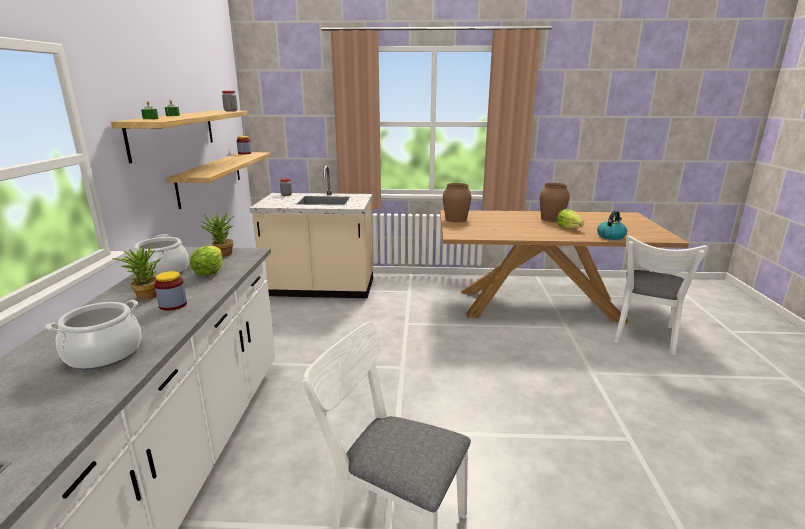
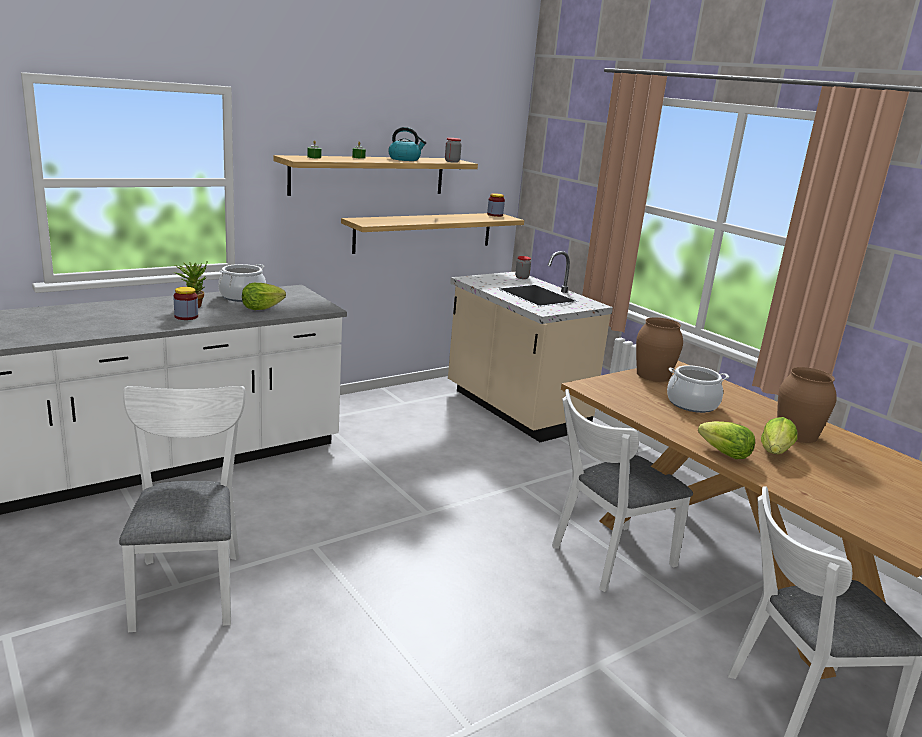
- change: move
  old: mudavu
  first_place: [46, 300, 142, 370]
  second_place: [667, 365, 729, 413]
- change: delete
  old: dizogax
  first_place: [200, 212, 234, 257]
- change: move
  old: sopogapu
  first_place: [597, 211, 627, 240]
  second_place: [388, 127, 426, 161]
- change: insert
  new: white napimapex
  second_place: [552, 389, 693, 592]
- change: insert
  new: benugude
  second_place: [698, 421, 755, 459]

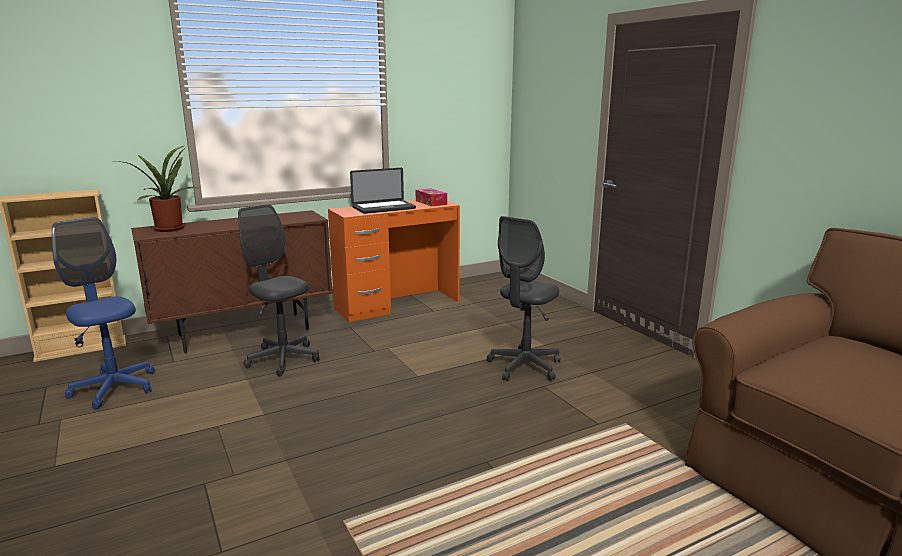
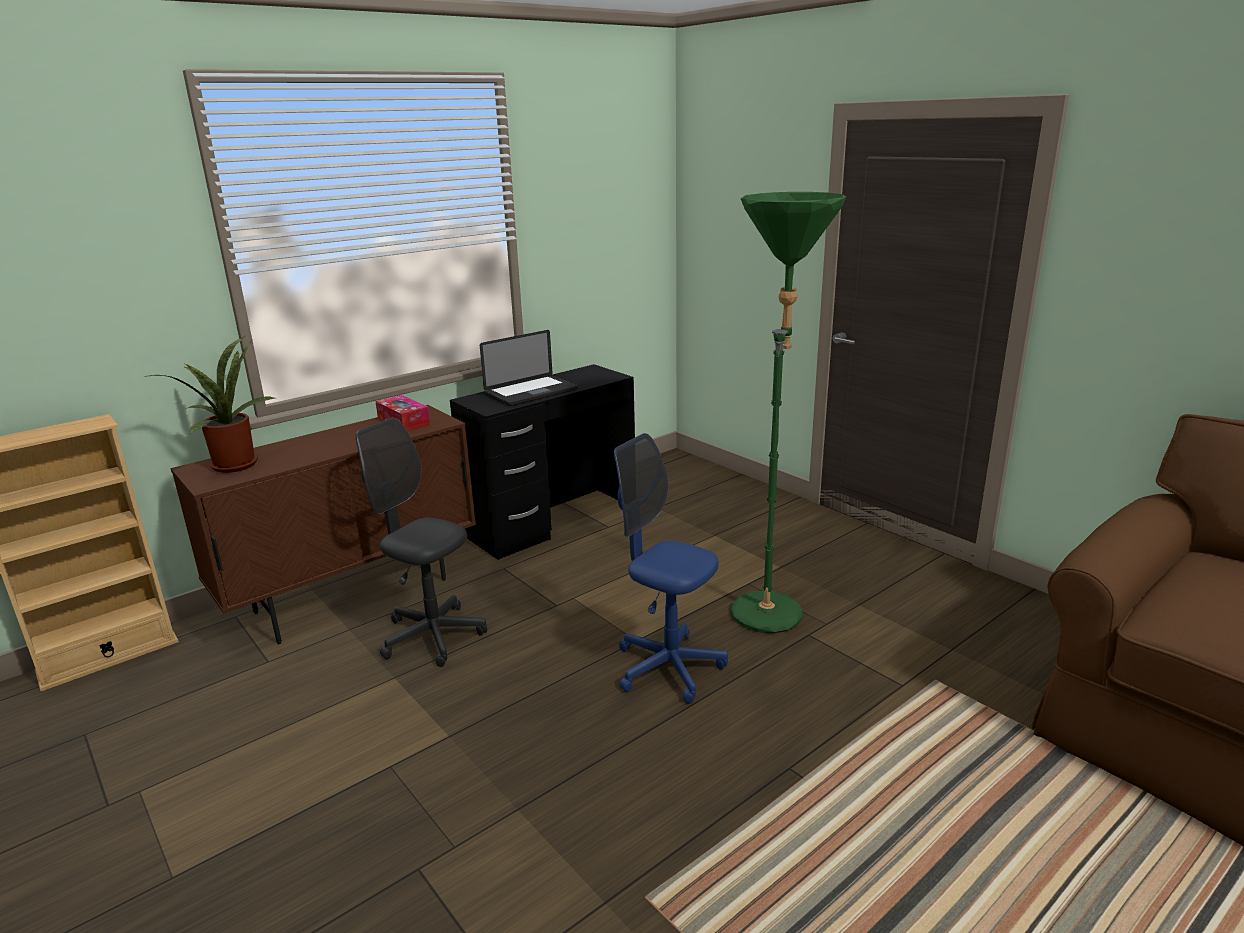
- change: move
  old: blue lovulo
  first_place: [52, 217, 155, 410]
  second_place: [614, 433, 728, 704]
- change: recolor
  old: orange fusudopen
  new: black fusudopen
  first_place: [328, 200, 460, 322]
  second_place: [450, 364, 635, 560]
- change: move
  old: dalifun
  first_place: [416, 188, 447, 206]
  second_place: [375, 395, 430, 431]
- change: replace
  old: grey lovulo
  new: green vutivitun
  first_place: [487, 216, 560, 381]
  second_place: [731, 192, 846, 633]

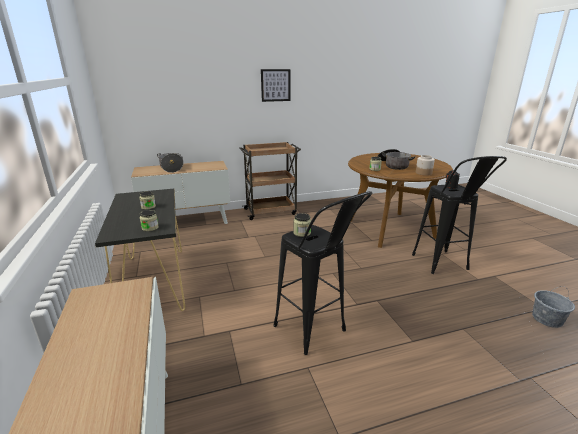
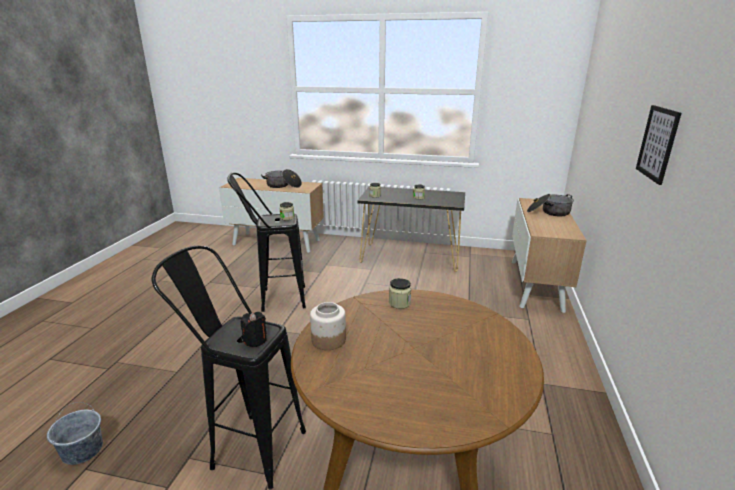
- change: delete
  old: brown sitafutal
  first_place: [239, 142, 301, 220]
- change: move
  old: mudavu
  first_place: [377, 149, 416, 170]
  second_place: [261, 169, 302, 188]

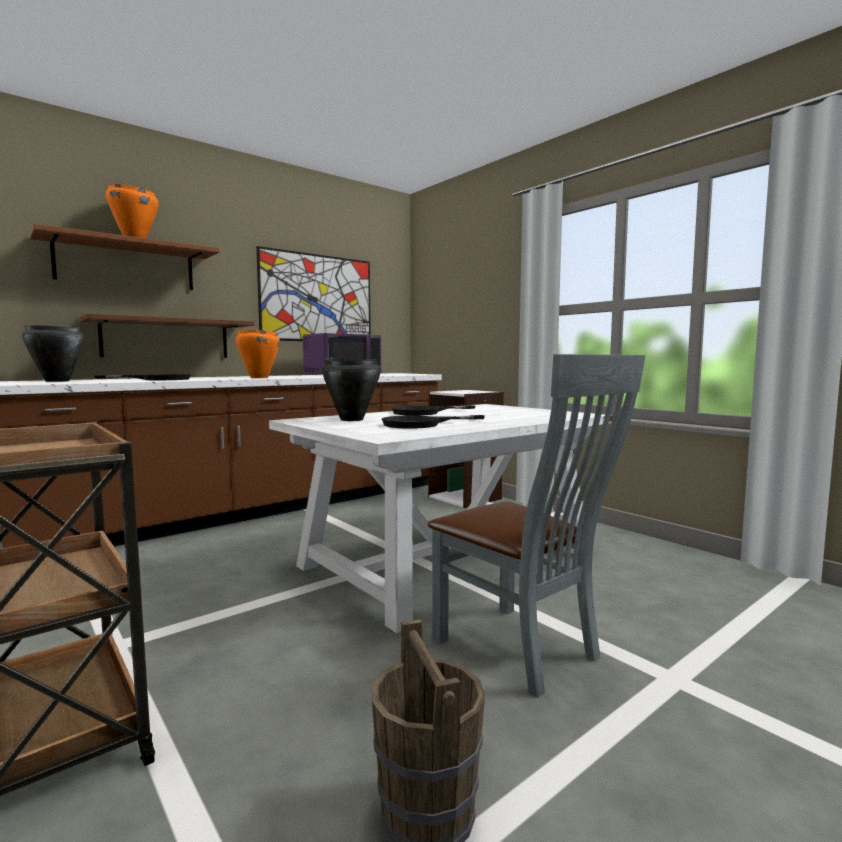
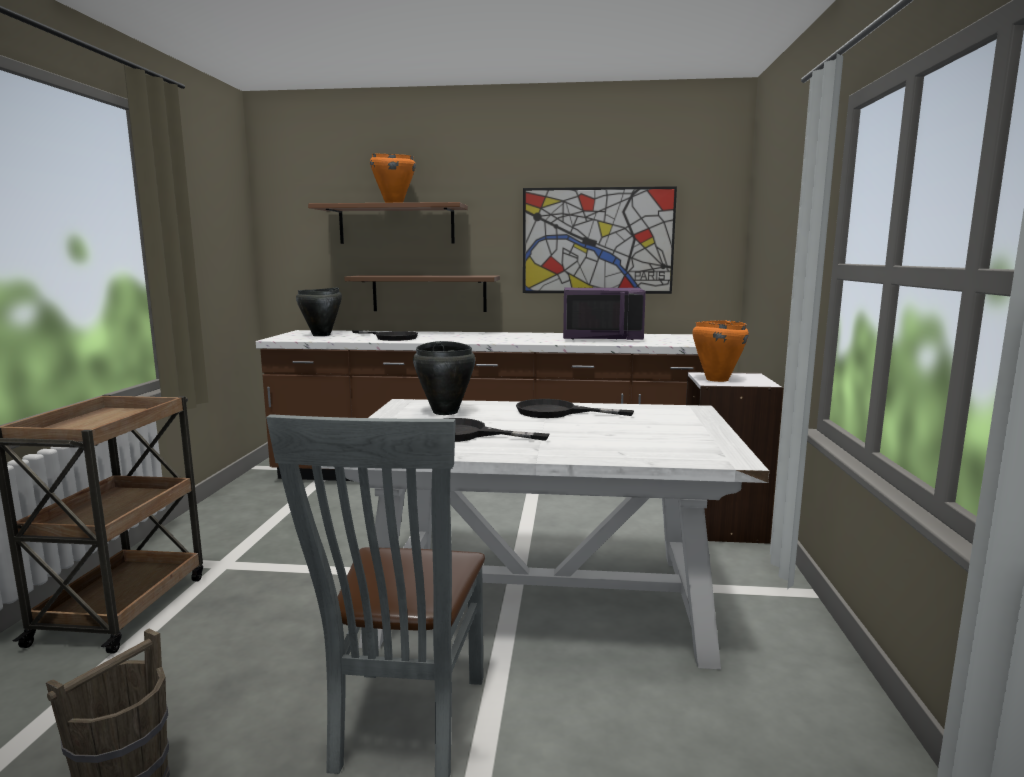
- change: move
  old: orange mudavu
  first_place: [236, 329, 280, 378]
  second_place: [693, 320, 749, 382]

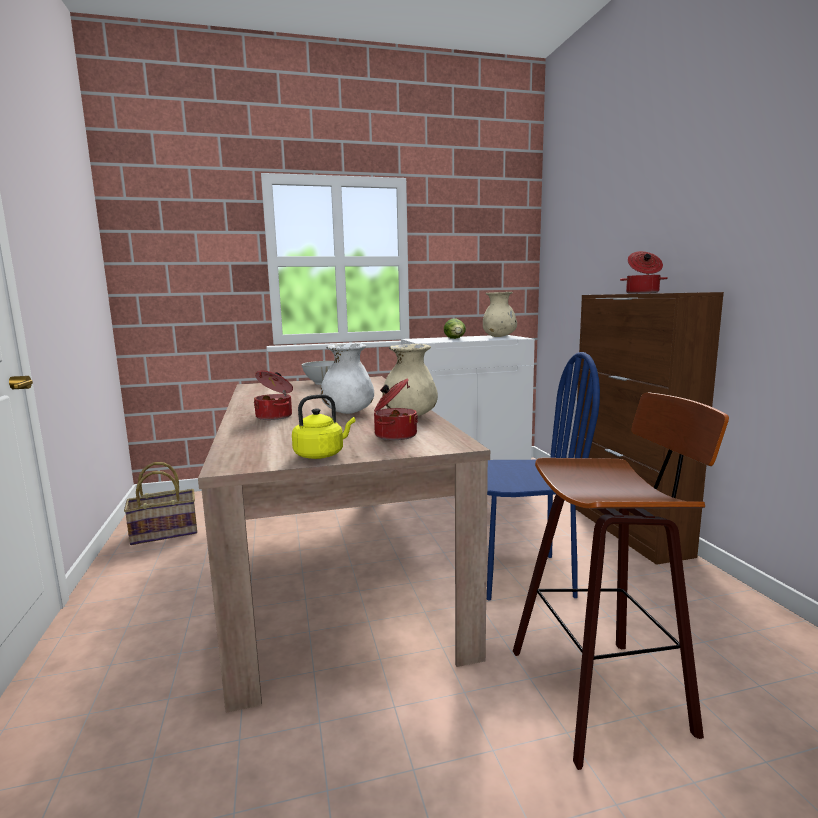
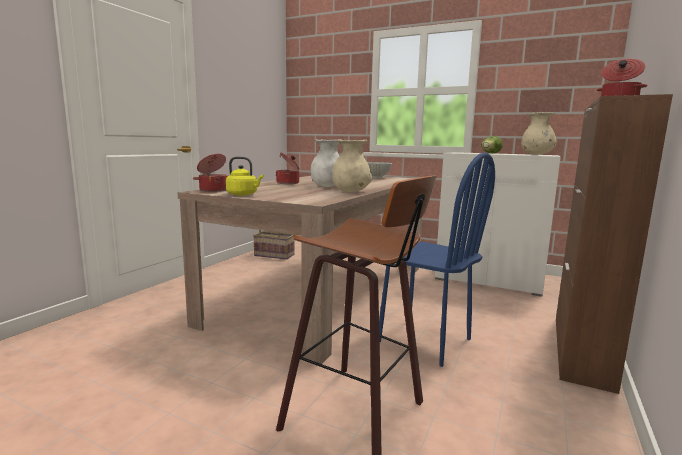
- change: move
  old: mudavu
  first_place: [374, 378, 418, 440]
  second_place: [193, 154, 227, 192]

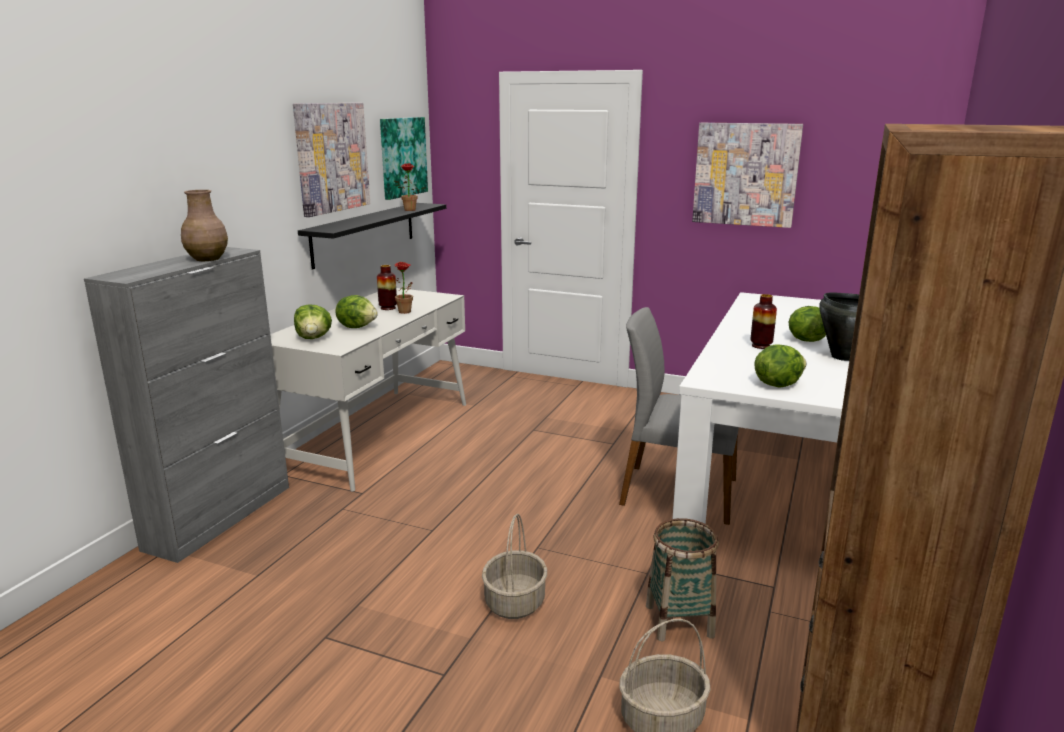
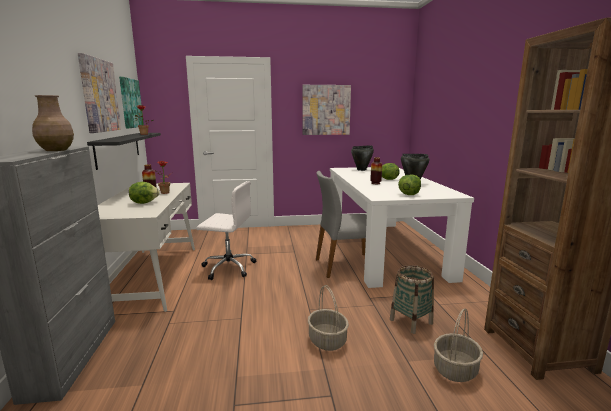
- change: delete
  old: benugude
  first_place: [294, 304, 332, 339]
- change: insert
  new: white lovulo
  second_place: [197, 181, 256, 280]
- change: insert
  new: black mudavu
  second_place: [351, 145, 374, 171]

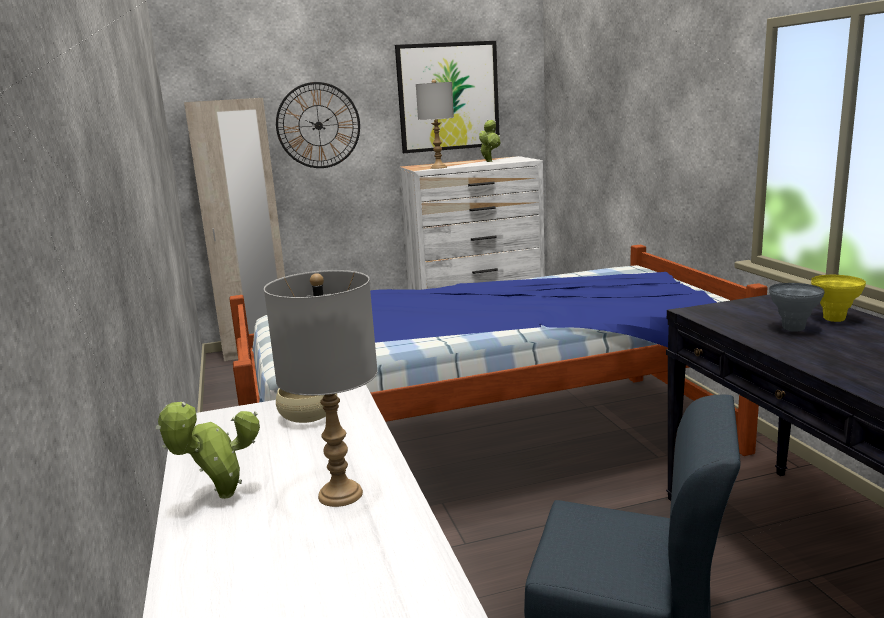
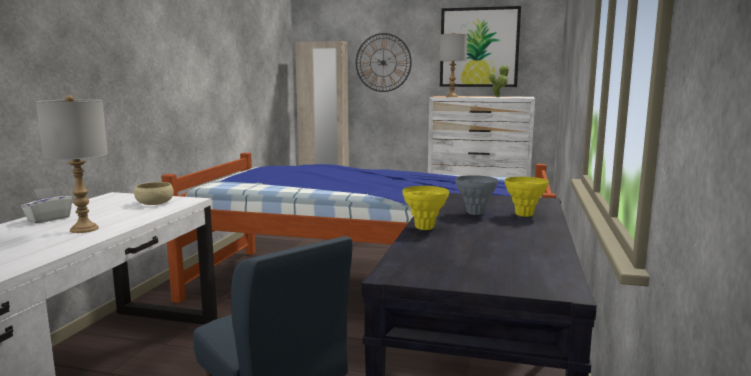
- change: replace
  old: dizogax
  new: white dalifun
  first_place: [156, 402, 260, 499]
  second_place: [21, 187, 73, 223]
- change: insert
  new: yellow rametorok
  second_place: [403, 186, 449, 230]

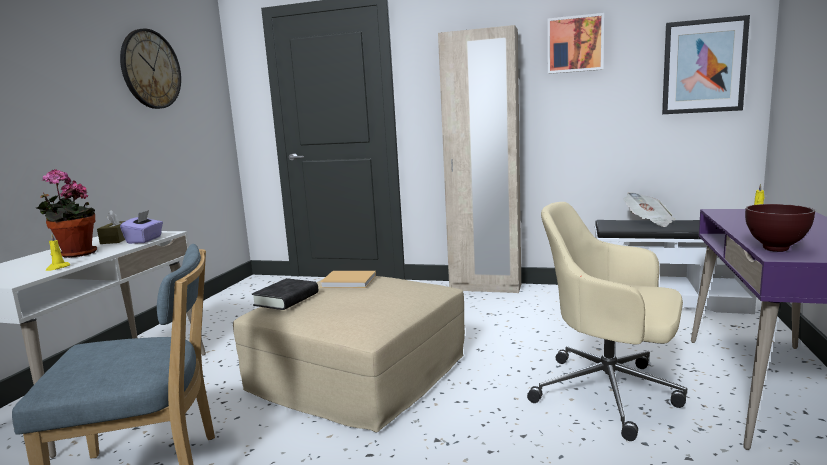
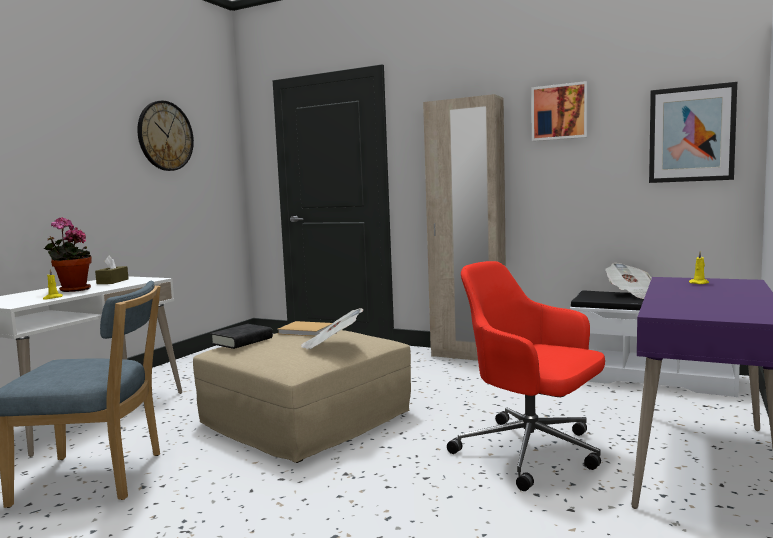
- change: delete
  old: purple dalifun
  first_place: [120, 210, 163, 244]
- change: recolor
  old: beige lovulo
  new: red lovulo
  first_place: [527, 202, 687, 441]
  second_place: [447, 261, 605, 491]
- change: delete
  old: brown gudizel
  first_place: [745, 204, 815, 252]
- change: insert
  new: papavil
  second_place: [301, 308, 363, 350]

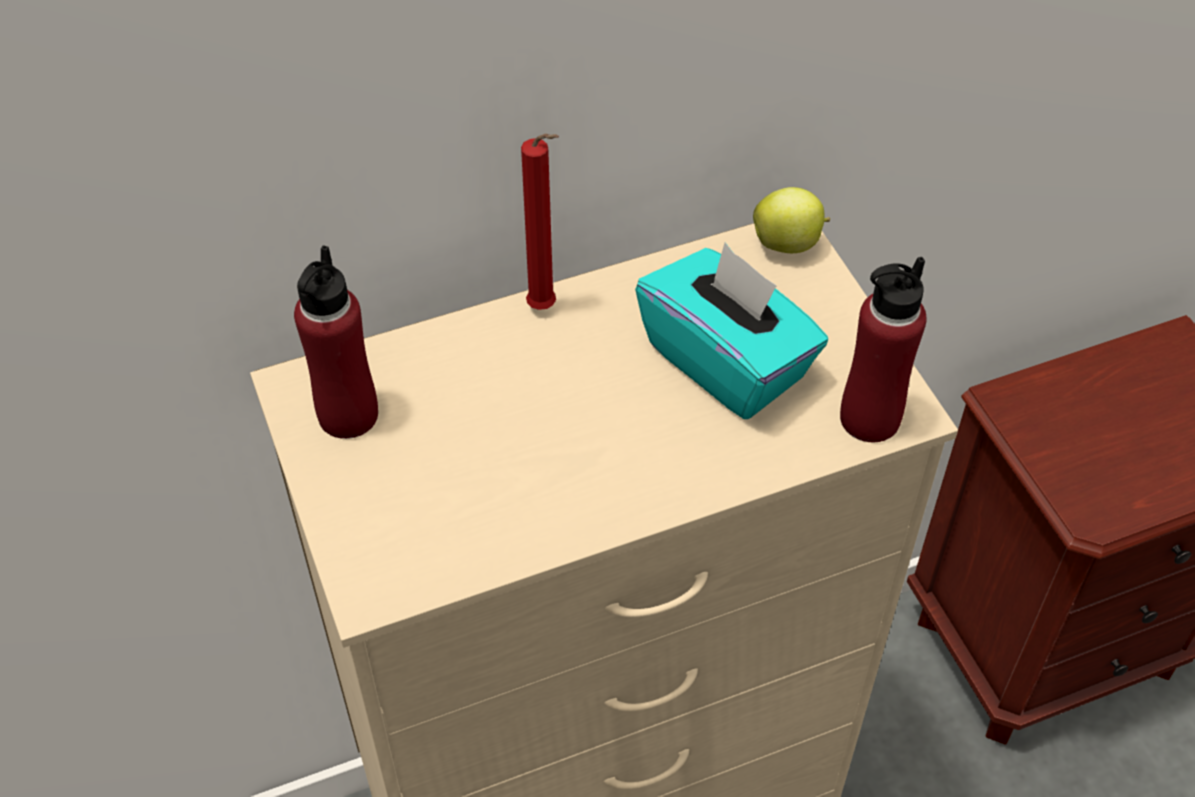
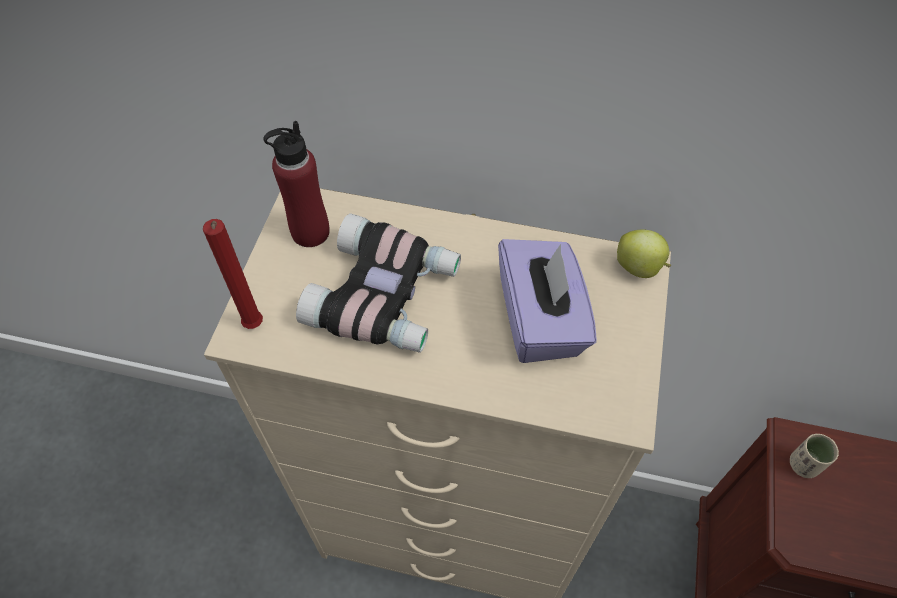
- change: move
  old: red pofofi
  first_place: [521, 134, 559, 310]
  second_place: [203, 219, 263, 329]
- change: recolor
  old: turquoise dalifun
  new: purple dalifun
  first_place: [635, 242, 828, 419]
  second_place: [498, 239, 597, 363]
- change: delete
  old: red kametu
  first_place: [840, 257, 927, 442]
- change: insert
  new: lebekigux
  second_place: [296, 213, 461, 353]
- change: insert
  new: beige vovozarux
  second_place: [790, 434, 839, 478]

